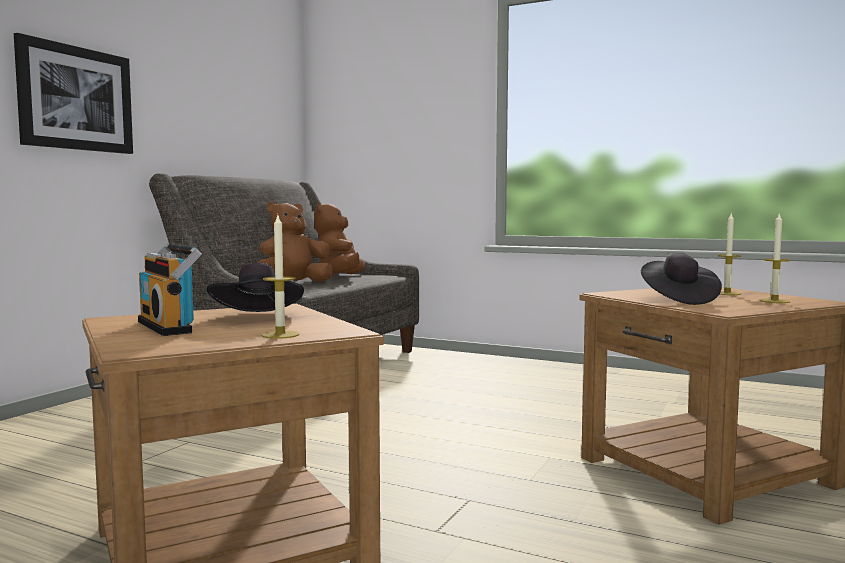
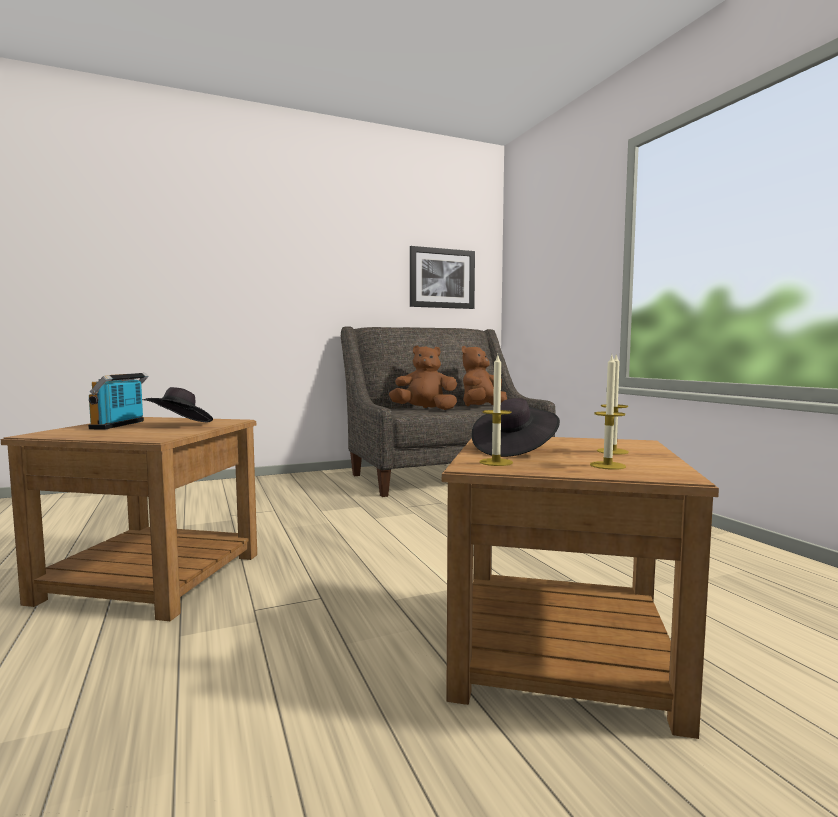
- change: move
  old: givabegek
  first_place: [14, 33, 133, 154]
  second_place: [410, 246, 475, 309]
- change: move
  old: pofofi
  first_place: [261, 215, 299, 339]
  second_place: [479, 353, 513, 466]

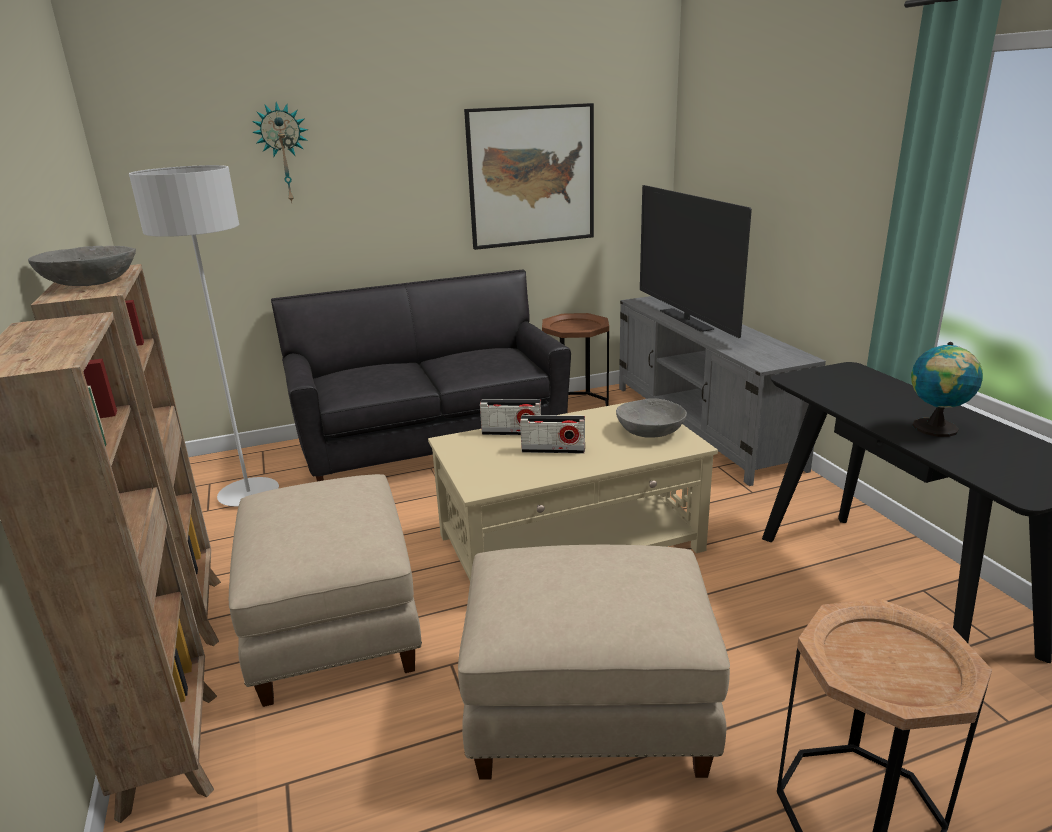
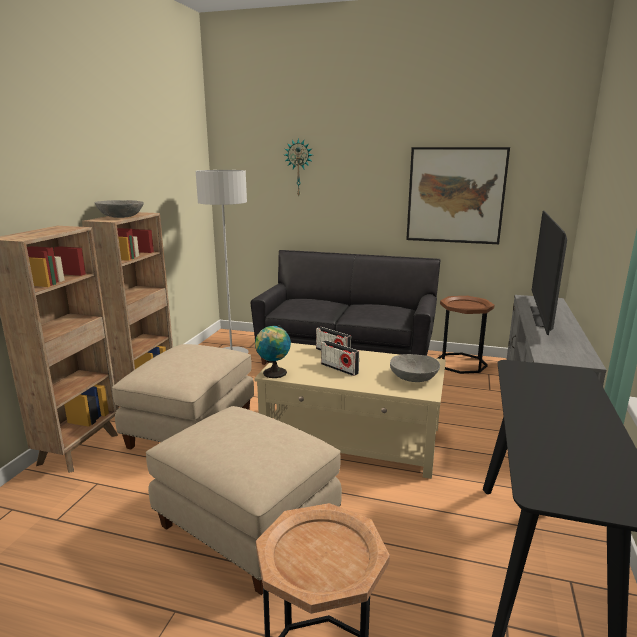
- change: move
  old: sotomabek
  first_place: [911, 342, 983, 437]
  second_place: [255, 325, 291, 378]

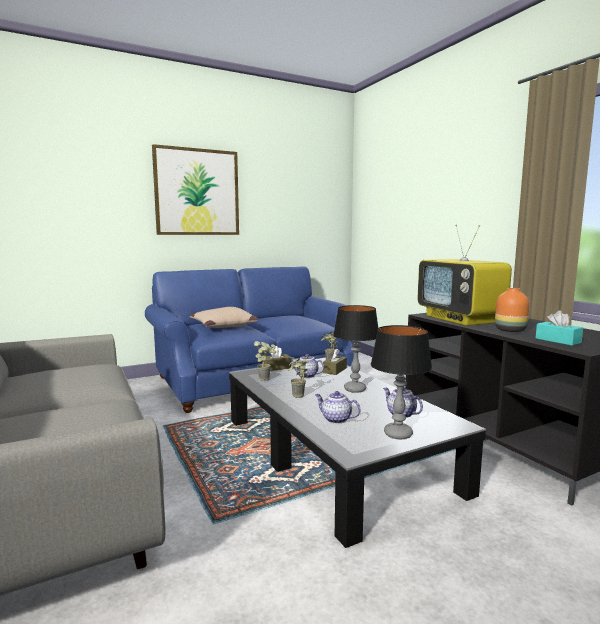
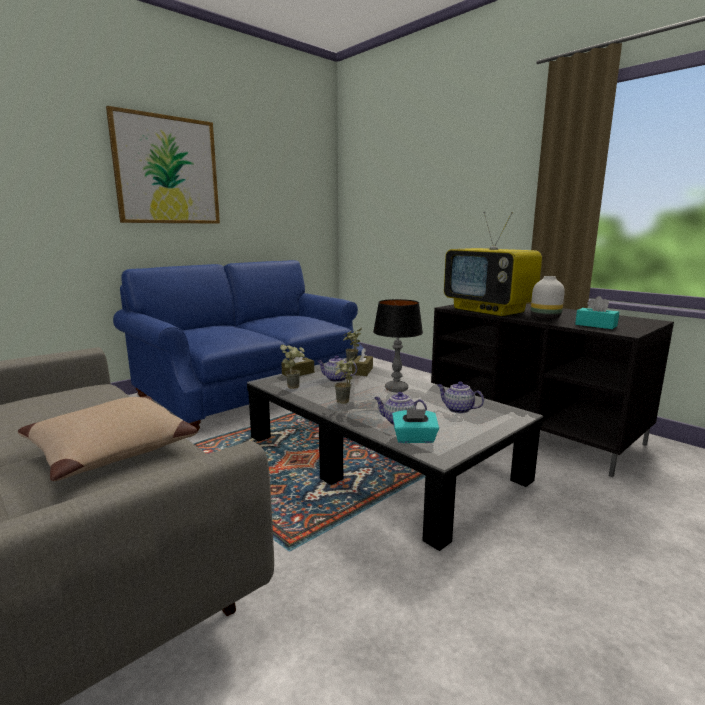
- change: move
  old: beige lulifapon
  first_place: [190, 307, 258, 328]
  second_place: [18, 396, 197, 481]
- change: delete
  old: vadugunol
  first_place: [371, 325, 432, 439]
- change: recolor
  old: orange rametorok
  new: white rametorok
  first_place: [495, 288, 529, 332]
  second_place: [531, 276, 565, 320]
- change: insert
  new: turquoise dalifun
  second_place: [392, 409, 439, 443]

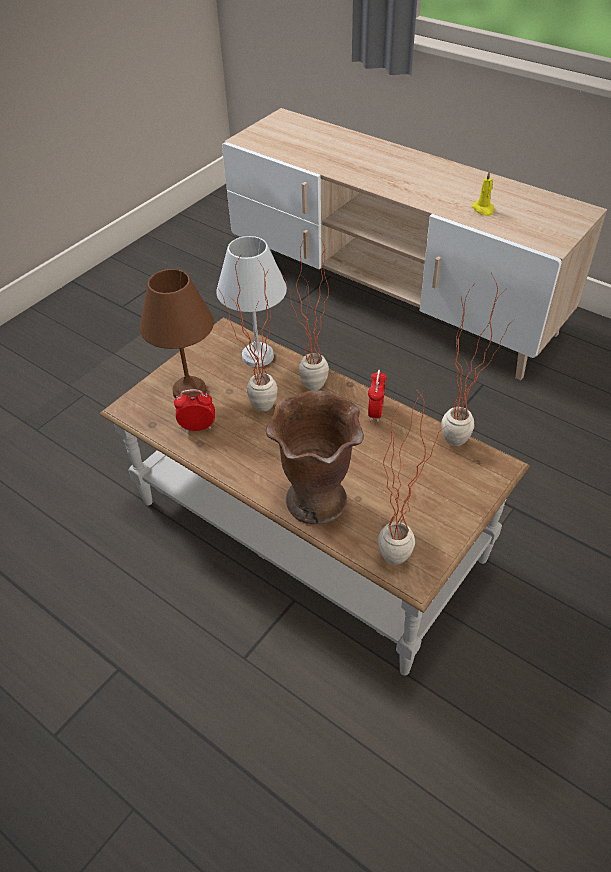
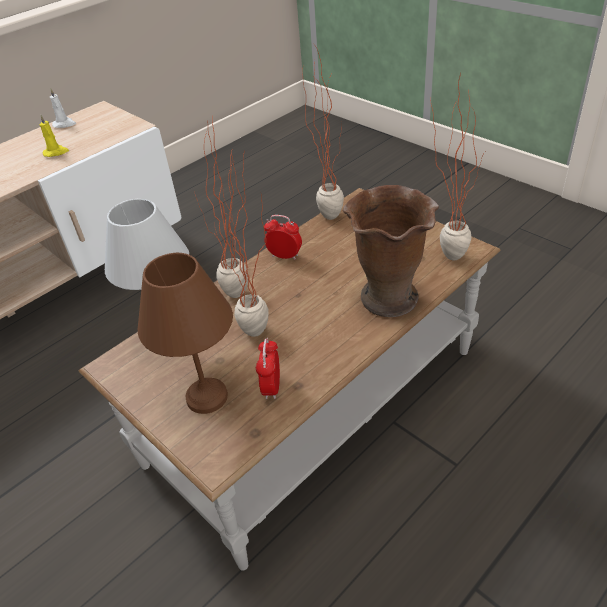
- change: insert
  new: white pofofi
  second_place: [50, 89, 76, 128]

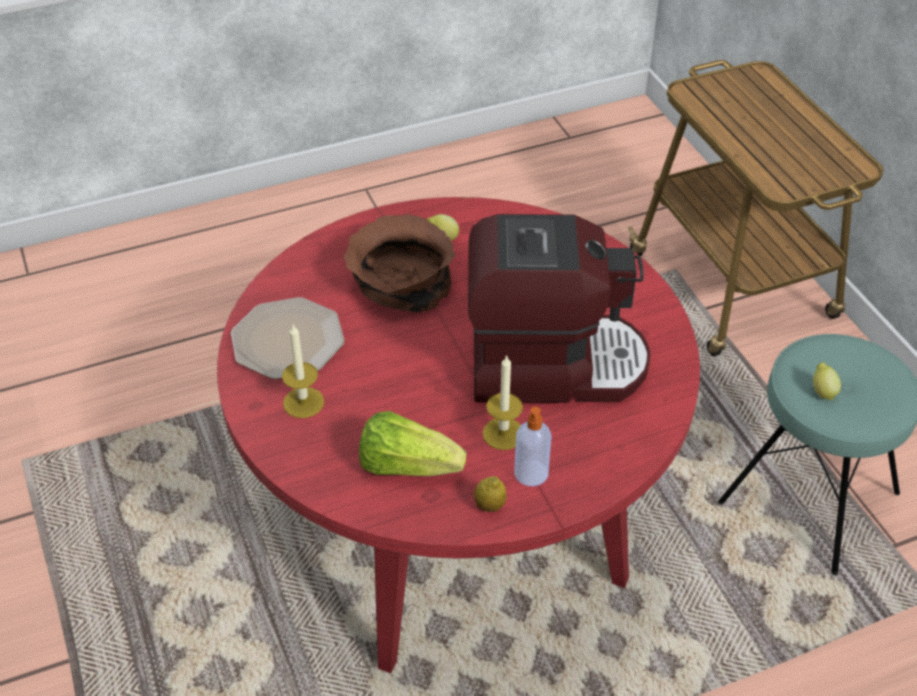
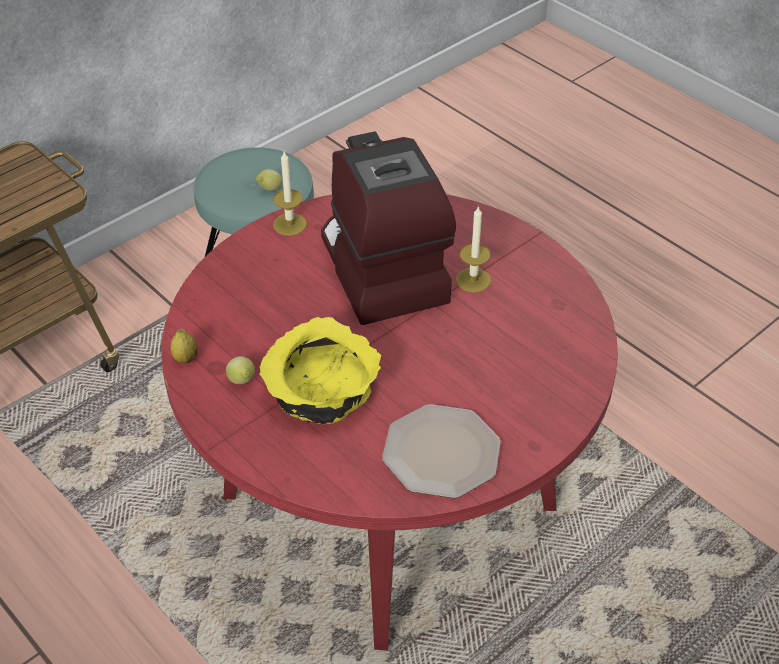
- change: move
  old: pofofi
  first_place: [282, 325, 324, 418]
  second_place: [273, 152, 307, 236]
- change: recolor
  old: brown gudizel
  new: yellow gudizel
  first_place: [343, 214, 455, 312]
  second_place: [259, 317, 381, 424]
- change: delete
  old: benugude
  first_place: [359, 411, 466, 476]
- change: move
  old: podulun
  first_place: [474, 476, 507, 512]
  second_place: [170, 329, 198, 363]
- change: delete
  old: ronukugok
  first_place: [514, 407, 552, 487]

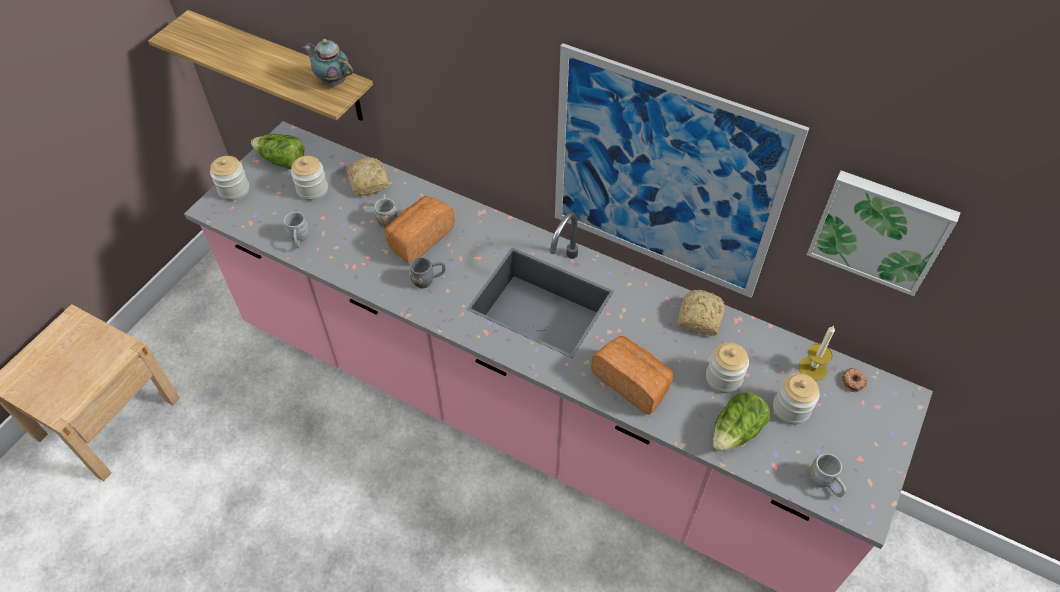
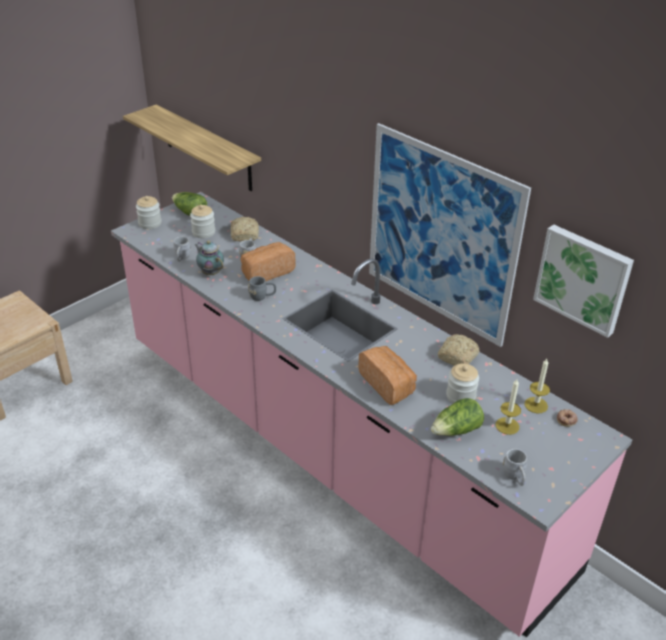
- change: move
  old: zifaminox
  first_place: [303, 39, 353, 86]
  second_place: [195, 240, 224, 275]
- change: replace
  old: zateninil
  new: pofofi
  first_place: [773, 373, 820, 425]
  second_place: [495, 379, 521, 435]

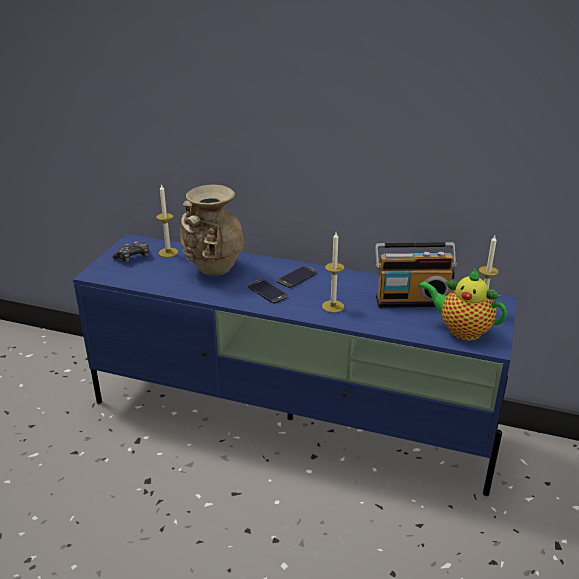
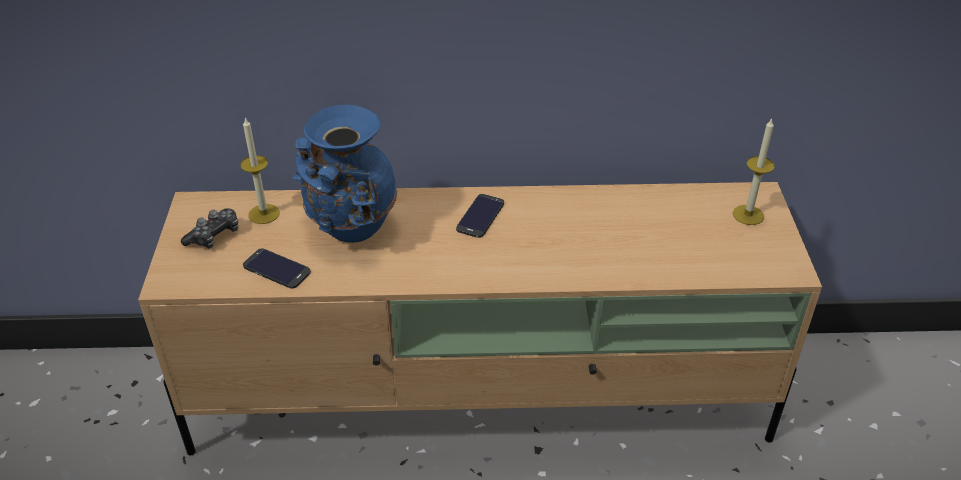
- change: recolor
  old: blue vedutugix
  new: beige vedutugix
  first_place: [73, 234, 517, 496]
  second_place: [138, 182, 822, 455]
- change: recolor
  old: beige rametorok
  new: blue rametorok
  first_place: [180, 185, 244, 276]
  second_place: [292, 104, 397, 243]
- change: move
  old: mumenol
  first_place: [248, 279, 288, 303]
  second_place: [243, 248, 311, 289]
- change: delete
  old: pofofi
  first_place: [322, 232, 345, 313]
- change: delete
  old: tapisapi
  first_place: [375, 242, 457, 308]
- change: delete
  old: zifaminox
  first_place: [418, 269, 507, 341]

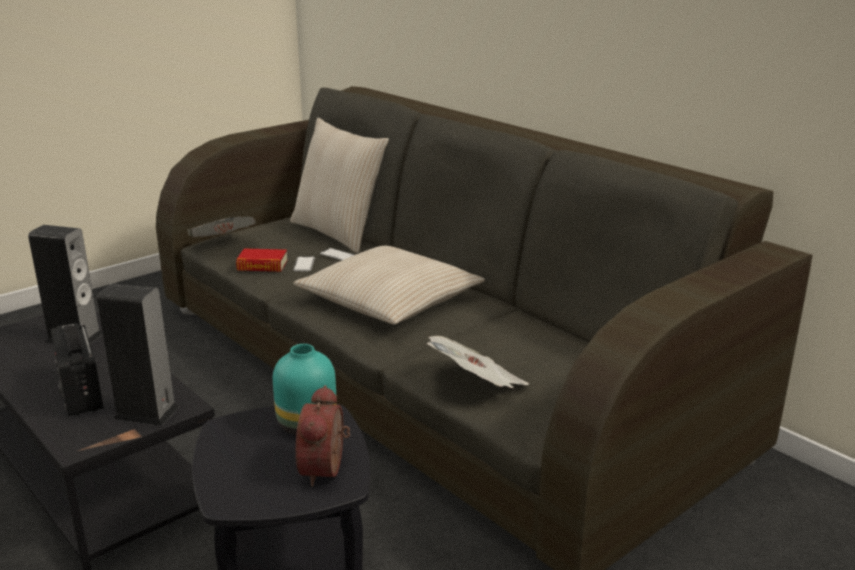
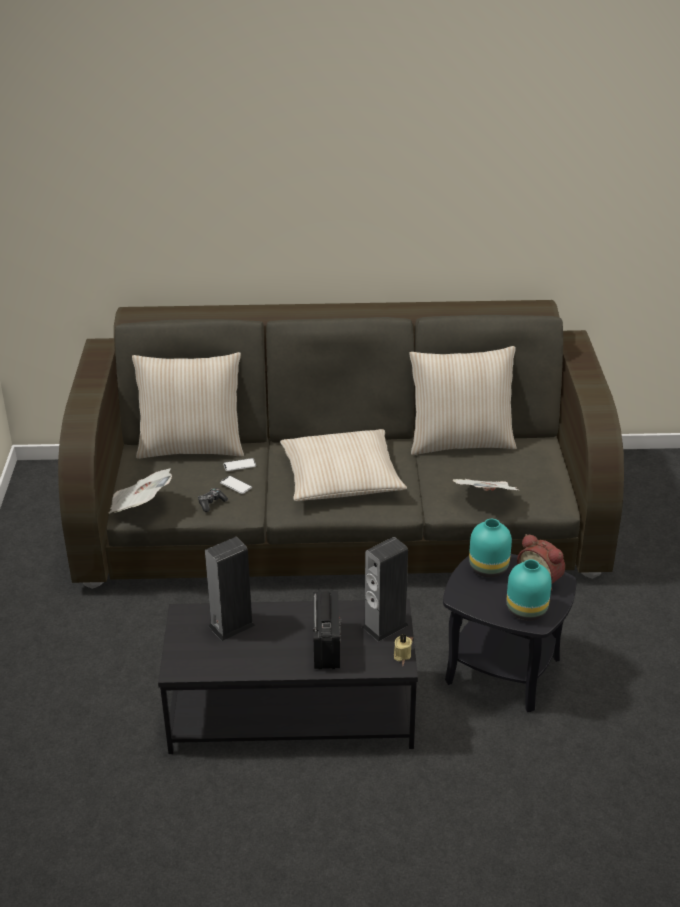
- change: rotate
  old: tapisapi
  first_place: [51, 323, 104, 416]
  second_place: [313, 590, 341, 670]
  degrees: -105
- change: replace
  old: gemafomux
  new: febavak
  first_place: [236, 248, 288, 272]
  second_place: [198, 488, 228, 512]
- change: insert
  new: beige pofofi
  second_place: [394, 634, 412, 661]
- change: insert
  new: beige lulifapon
  second_place: [409, 346, 517, 455]
- change: insert
  new: turquoise rametorok
  second_place: [507, 560, 552, 621]

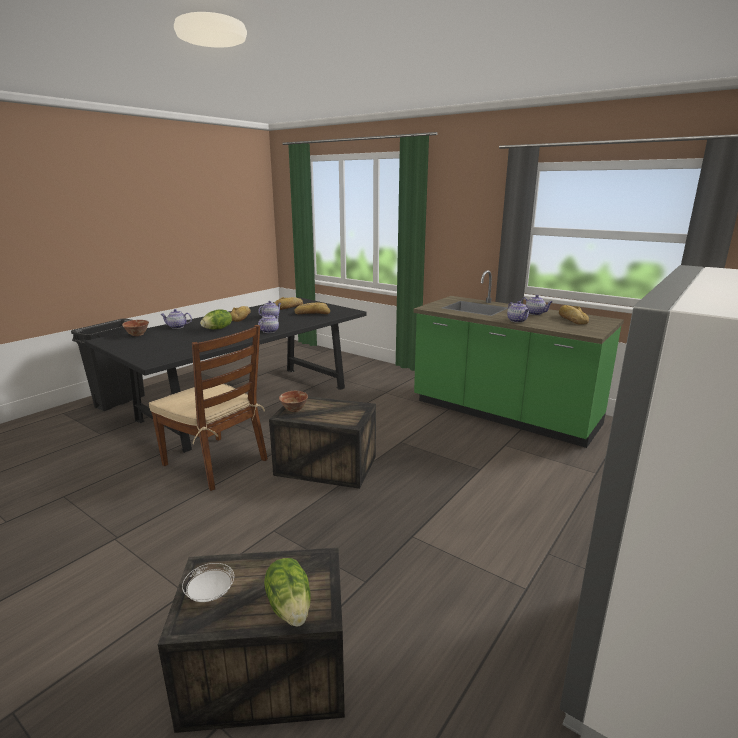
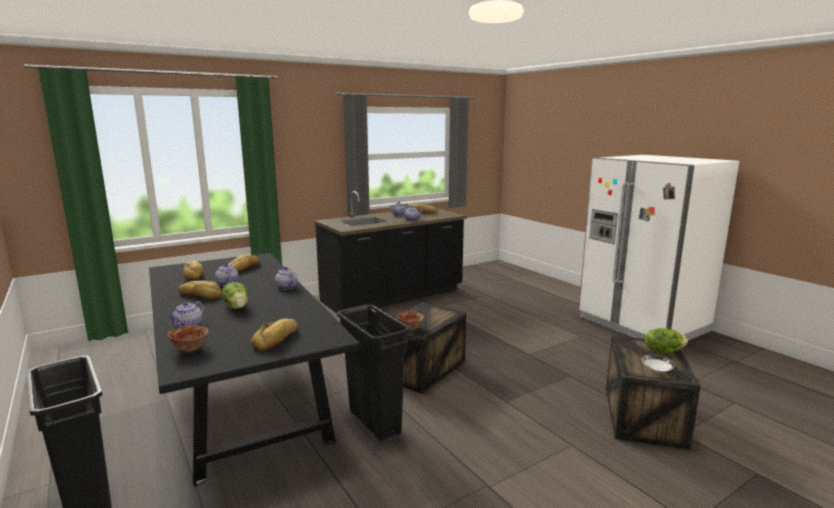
- change: replace
  old: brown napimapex
  new: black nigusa
  first_place: [149, 325, 268, 491]
  second_place: [337, 304, 411, 441]
- change: recolor
  old: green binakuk
  new: black binakuk
  first_place: [413, 270, 624, 448]
  second_place: [314, 191, 467, 313]
- change: insert
  new: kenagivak
  second_place: [251, 318, 298, 351]

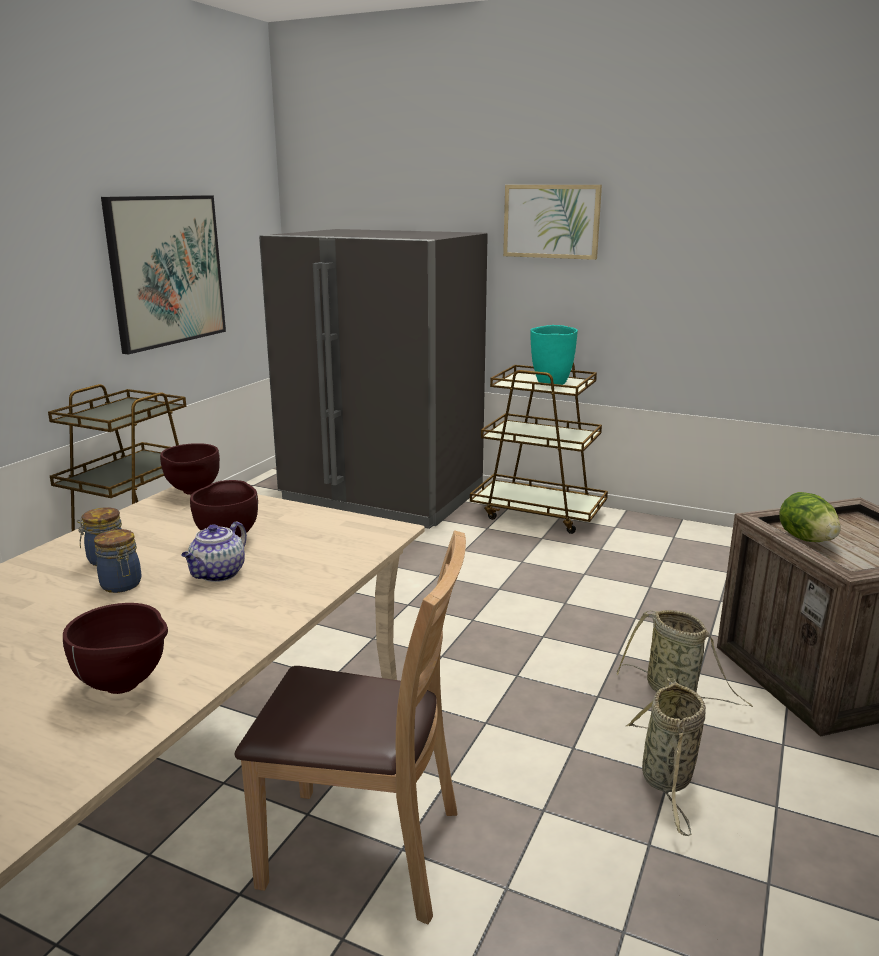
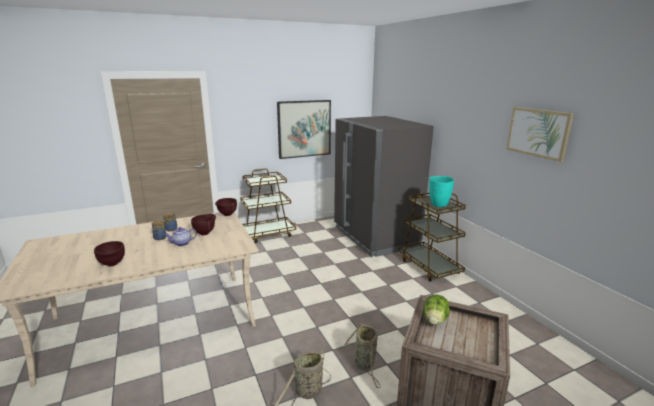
- change: delete
  old: brown napimapex
  first_place: [235, 530, 466, 925]
- change: move
  old: givabegek
  first_place: [503, 185, 602, 260]
  second_place: [507, 107, 574, 162]

